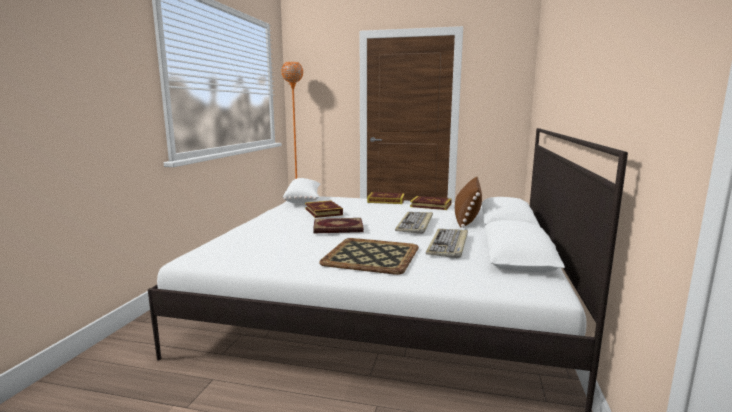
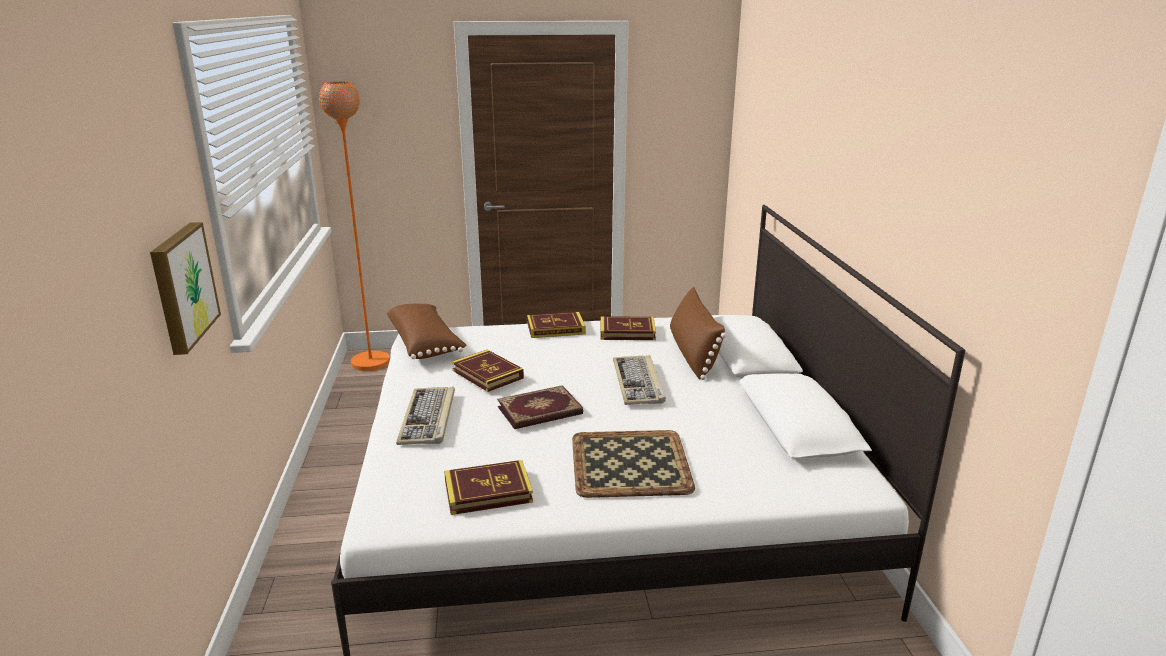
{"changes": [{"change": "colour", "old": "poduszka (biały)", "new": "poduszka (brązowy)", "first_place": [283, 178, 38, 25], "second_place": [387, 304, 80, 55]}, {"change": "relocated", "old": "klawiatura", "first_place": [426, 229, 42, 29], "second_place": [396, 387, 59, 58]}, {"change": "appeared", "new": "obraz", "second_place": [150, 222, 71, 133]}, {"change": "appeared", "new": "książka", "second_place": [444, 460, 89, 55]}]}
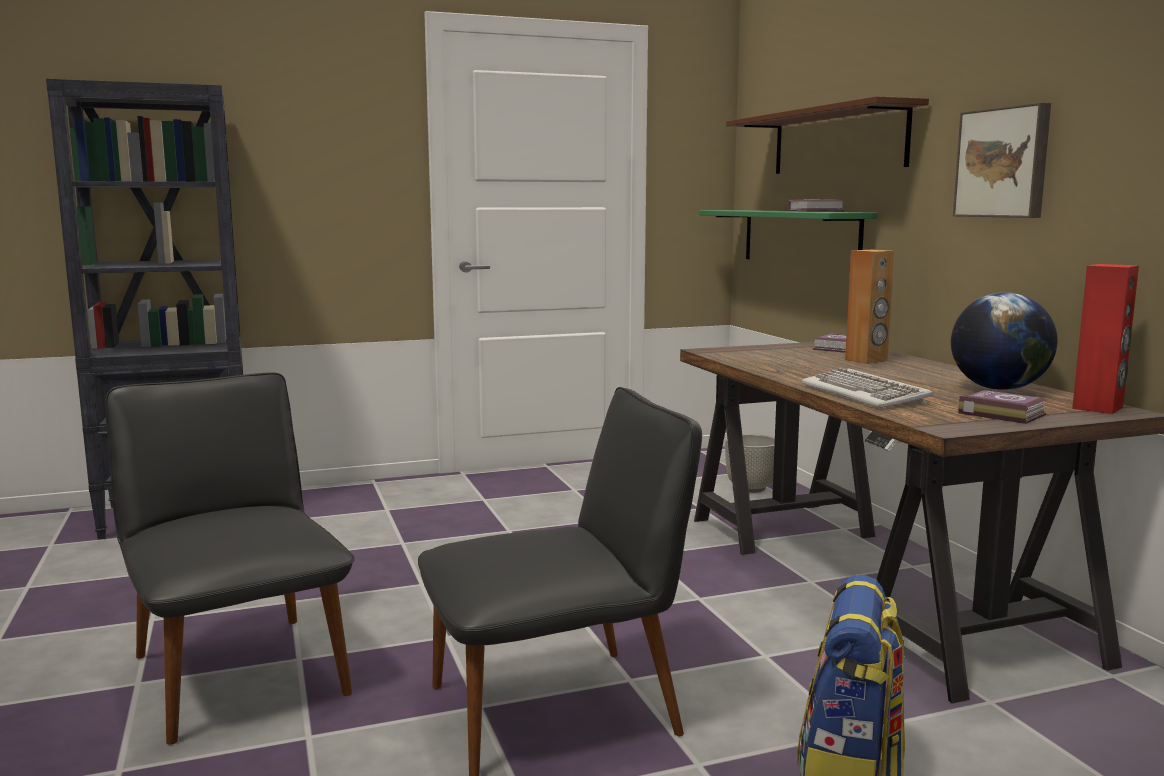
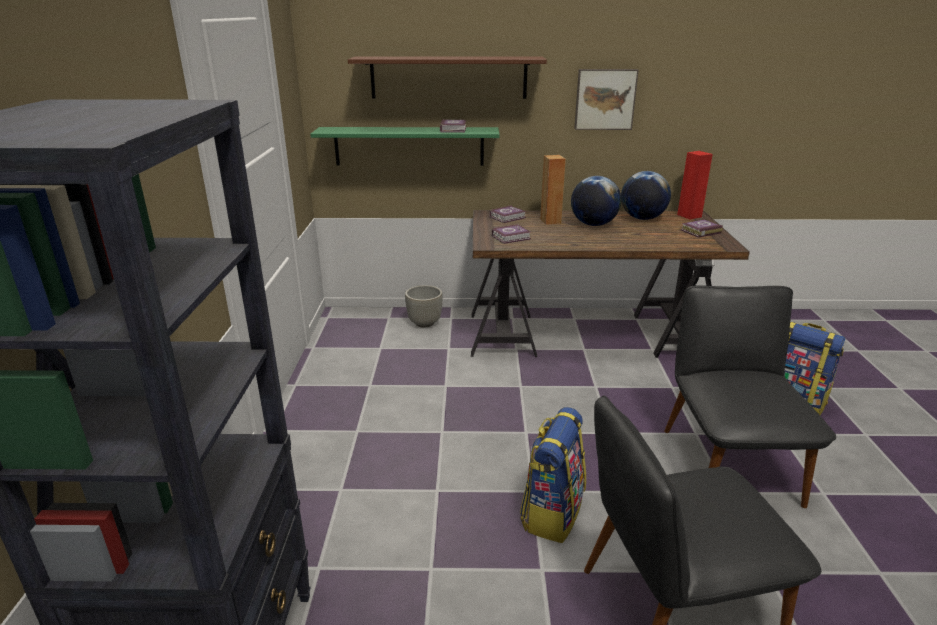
{"changes": [{"change": "missing", "old": "klawiatura", "first_place": [801, 368, 132, 40]}, {"change": "appeared", "new": "książka", "second_place": [492, 224, 39, 20]}, {"change": "appeared", "new": "plecak", "second_place": [520, 407, 66, 136]}, {"change": "appeared", "new": "globus", "second_place": [571, 176, 50, 50]}]}
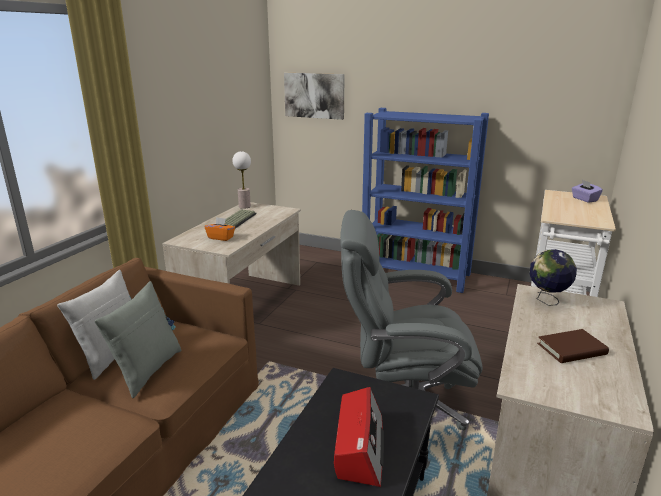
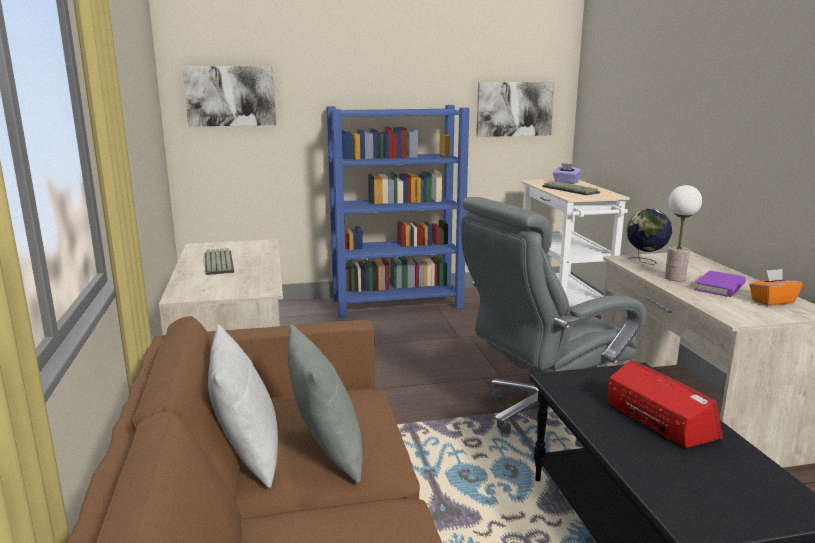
{"changes": [{"change": "relocated", "old": "pudełko chusteczek (pomarańczowy)", "first_place": [205, 217, 30, 24], "second_place": [749, 269, 54, 37]}, {"change": "relocated", "old": "lampa stołowa", "first_place": [232, 151, 19, 58], "second_place": [665, 185, 37, 96]}, {"change": "colour", "old": "książka (brązowy)", "new": "książka (fioletowy)", "first_place": [537, 329, 72, 34], "second_place": [694, 270, 52, 27]}, {"change": "appeared", "new": "obraz", "second_place": [476, 82, 79, 55]}, {"change": "appeared", "new": "klawiatura", "second_place": [542, 181, 58, 14]}]}
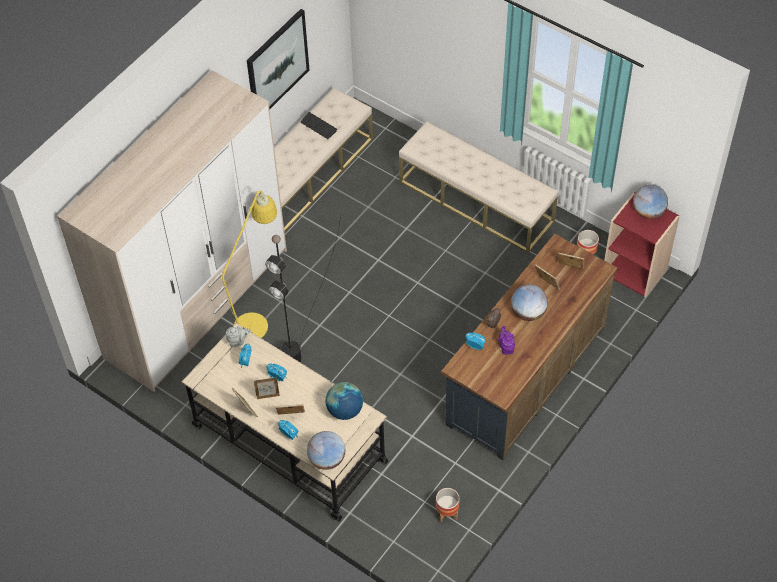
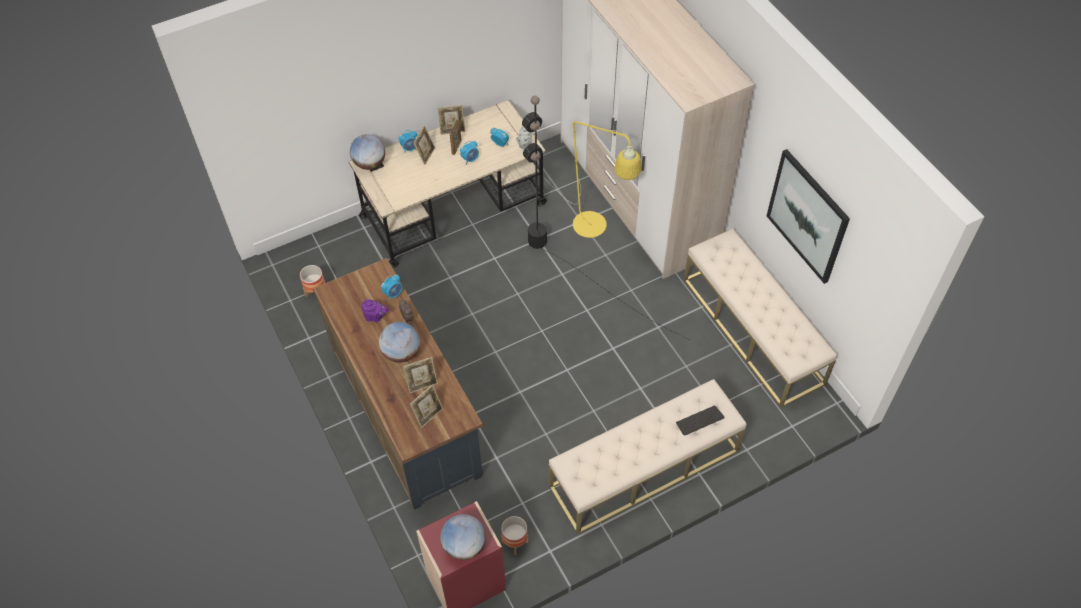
{"changes": [{"change": "relocated", "old": "klawiatura", "first_place": [301, 112, 36, 27], "second_place": [676, 406, 49, 30]}, {"change": "missing", "old": "globus", "first_place": [326, 382, 37, 38]}]}
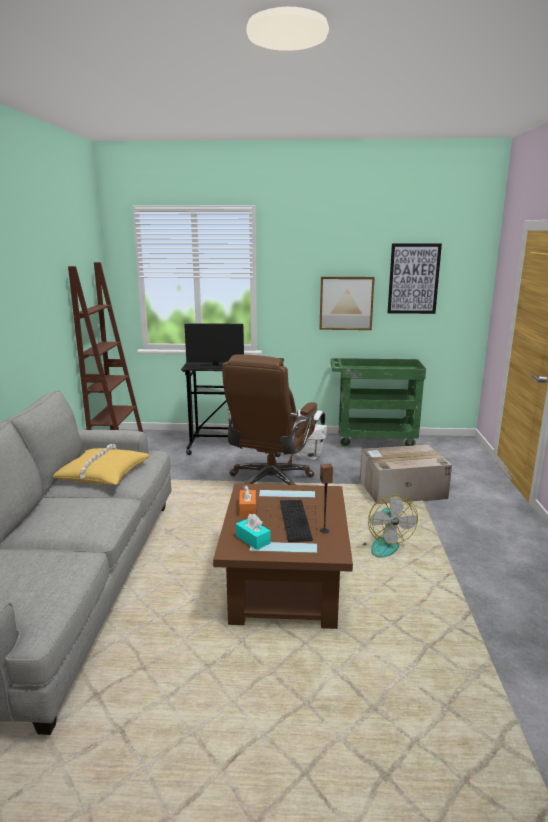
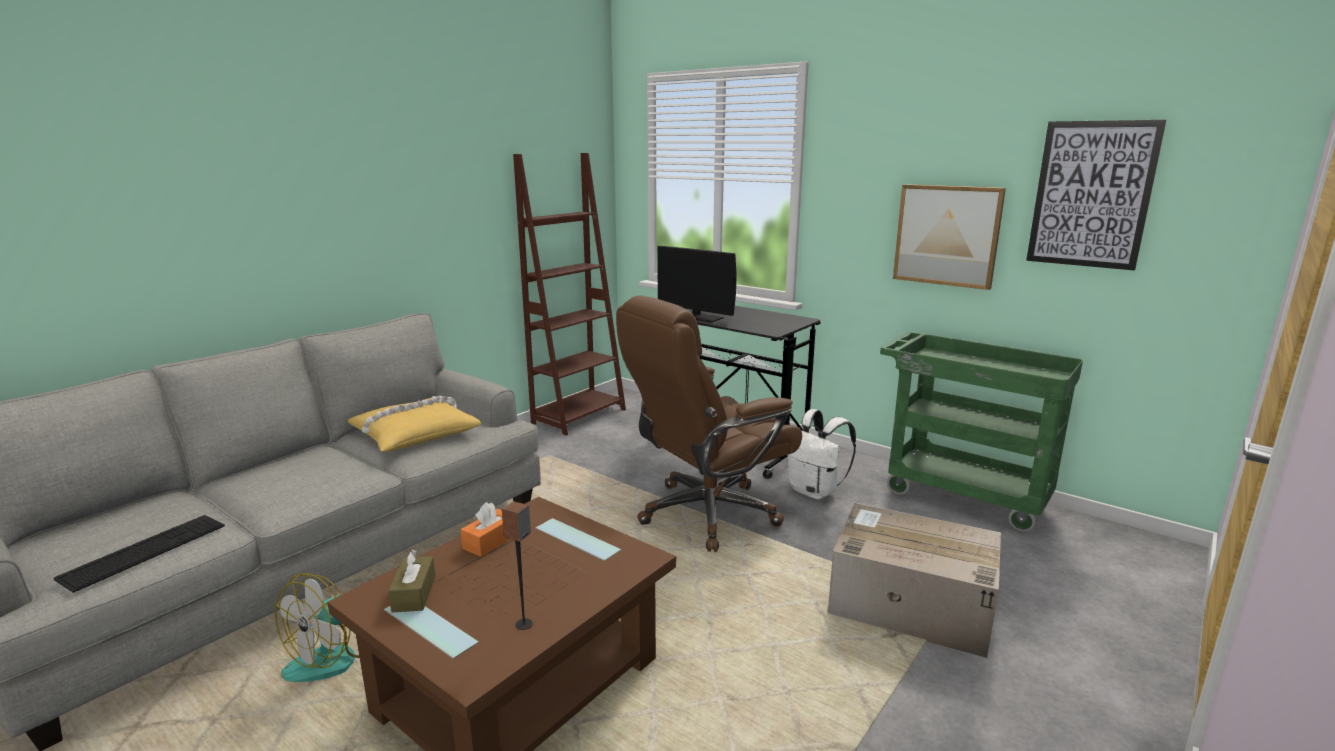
{"changes": [{"change": "colour", "old": "pudełko chusteczek (turkusowy)", "new": "pudełko chusteczek (brązowy)", "first_place": [236, 514, 35, 36], "second_place": [388, 549, 47, 63]}, {"change": "relocated", "old": "klawiatura", "first_place": [280, 500, 33, 42], "second_place": [54, 515, 171, 78]}, {"change": "relocated", "old": "wentylator", "first_place": [362, 495, 56, 63], "second_place": [275, 573, 85, 109]}]}
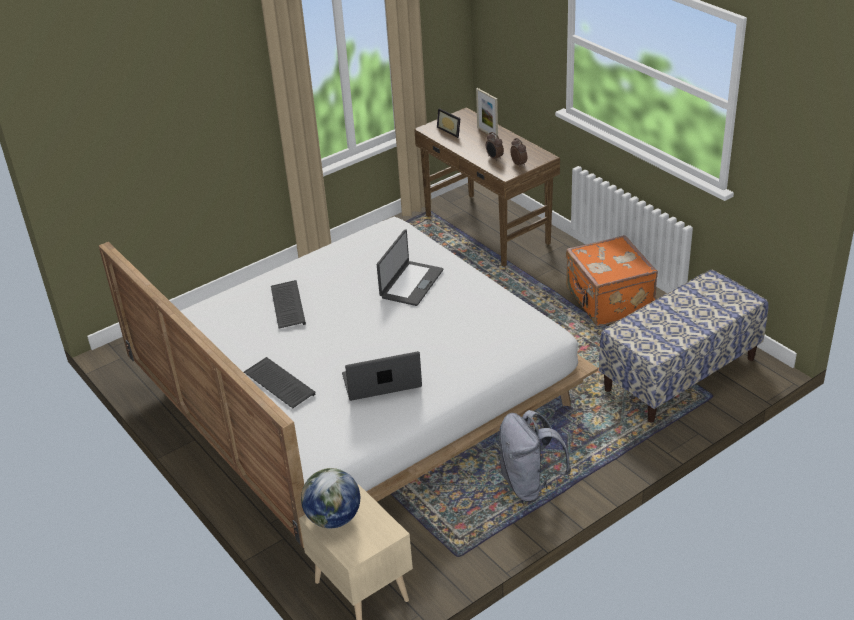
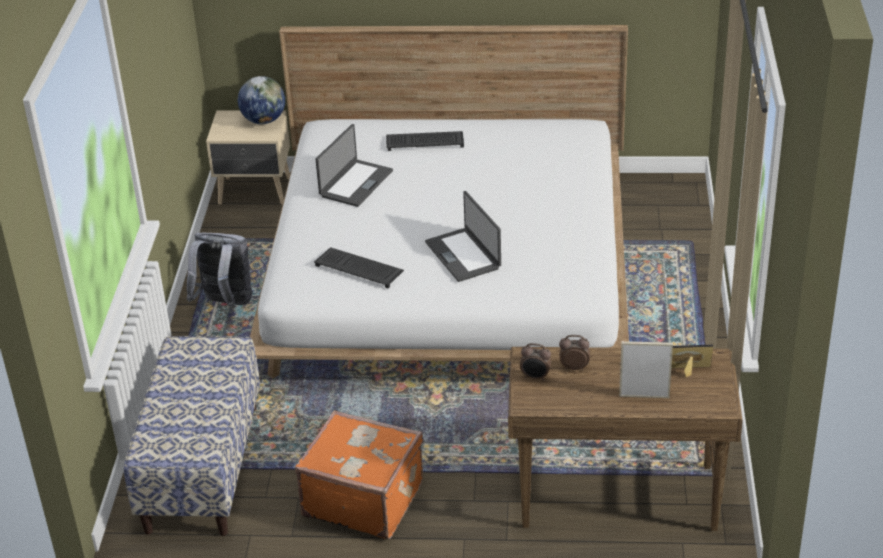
{"changes": [{"change": "relocated", "old": "klawiatura", "first_place": [271, 280, 35, 49], "second_place": [314, 247, 90, 42]}]}
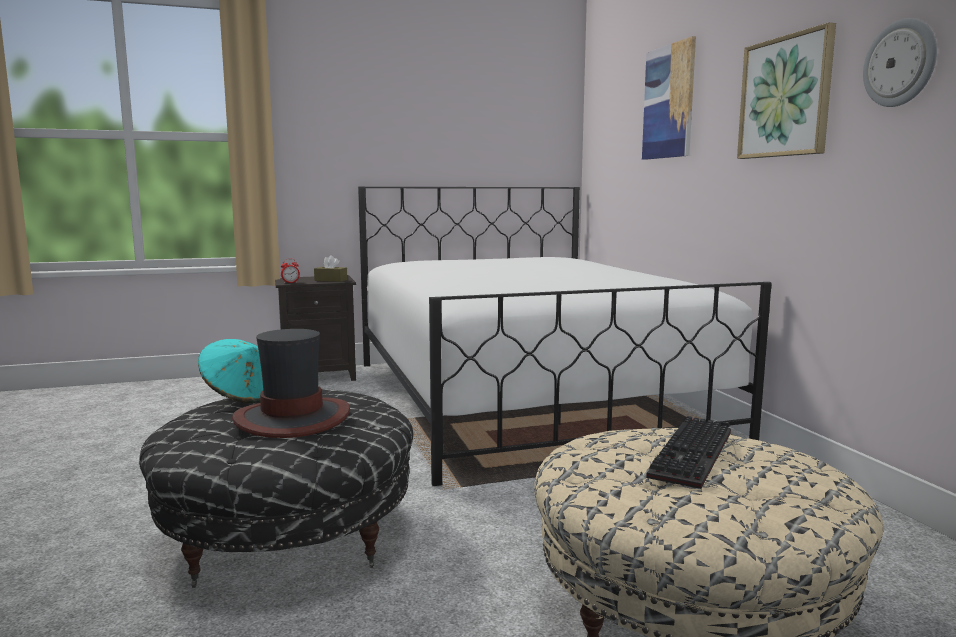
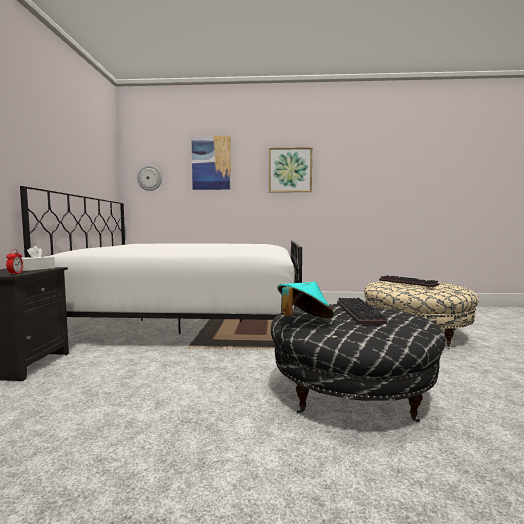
{"changes": [{"change": "exchanged", "old": "kapelusz", "new": "klawiatura", "first_place": [232, 329, 118, 109], "second_place": [337, 298, 50, 26]}, {"change": "colour", "old": "pudełko chusteczek (brązowy)", "new": "pudełko chusteczek (biały)", "first_place": [314, 255, 34, 27], "second_place": [22, 246, 33, 25]}, {"change": "relocated", "old": "zegar ścienny", "first_place": [863, 18, 74, 89], "second_place": [137, 165, 25, 26]}]}
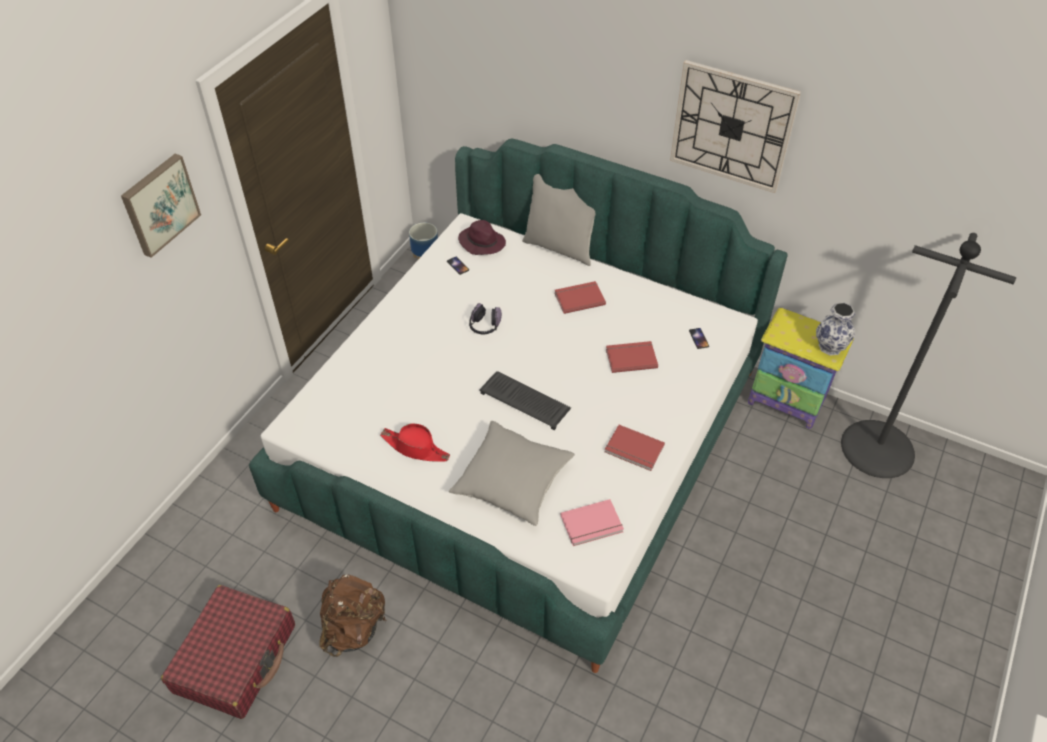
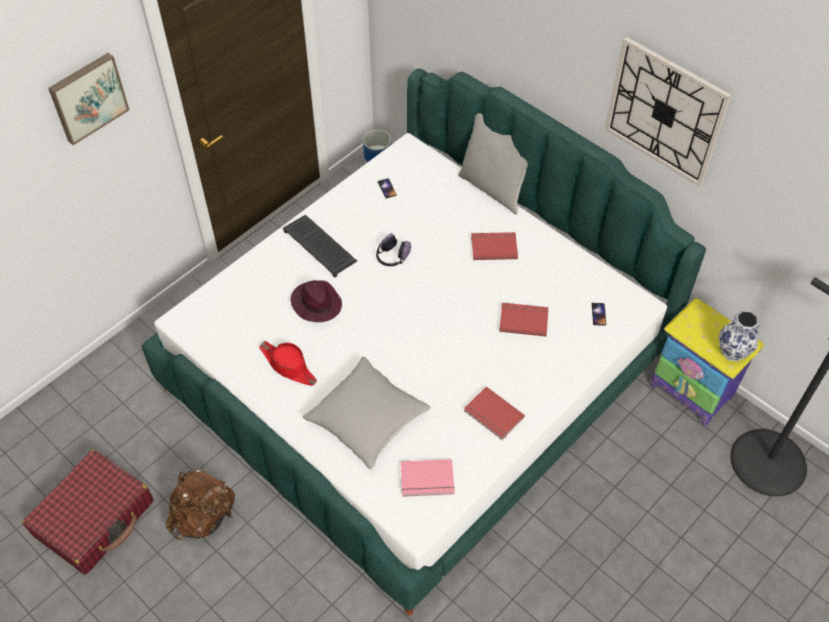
{"changes": [{"change": "relocated", "old": "kapelusz (fioletowy)", "first_place": [458, 220, 48, 35], "second_place": [291, 280, 51, 42]}, {"change": "relocated", "old": "klawiatura", "first_place": [479, 371, 92, 59], "second_place": [283, 215, 74, 63]}]}
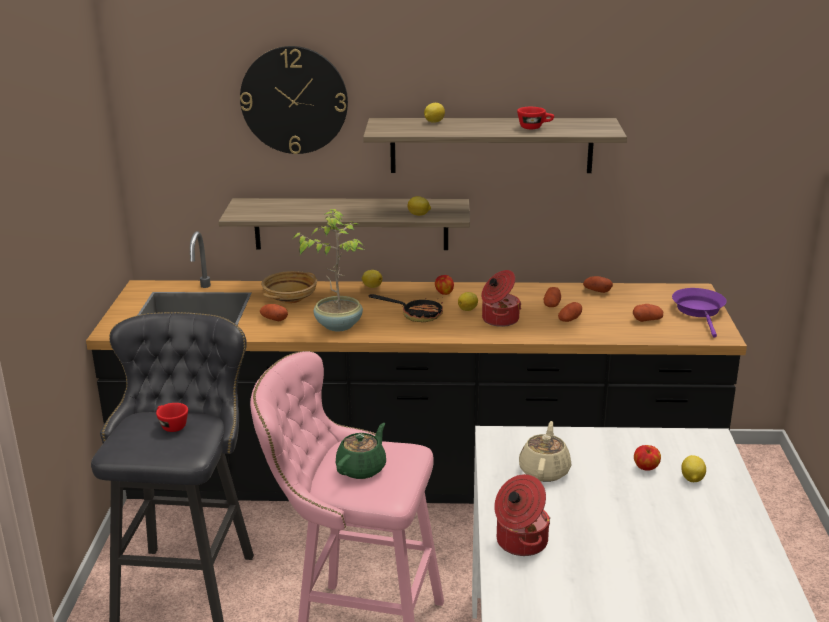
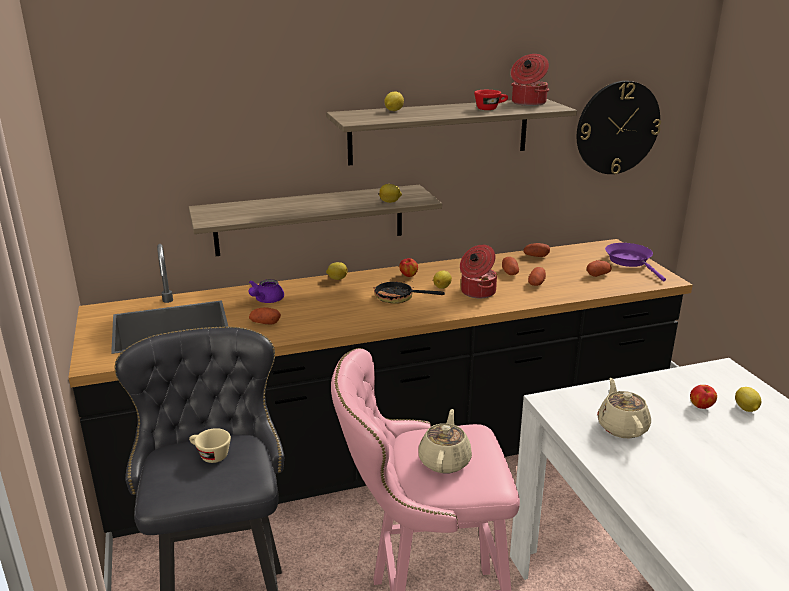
{"changes": [{"change": "colour", "old": "filiżanka (czerwony)", "new": "filiżanka (beżowy)", "first_place": [156, 403, 32, 29], "second_place": [189, 428, 42, 35]}, {"change": "relocated", "old": "zegar ścienny", "first_place": [240, 46, 108, 108], "second_place": [577, 81, 84, 93]}, {"change": "exchanged", "old": "miska (beżowy)", "new": "imbryk (fioletowy)", "first_place": [261, 271, 56, 33], "second_place": [248, 279, 36, 24]}, {"change": "missing", "old": "roślina doniczkowa", "first_place": [293, 209, 71, 122]}, {"change": "colour", "old": "imbryk (zielony)", "new": "imbryk (beżowy)", "first_place": [336, 423, 50, 56], "second_place": [419, 409, 53, 64]}, {"change": "spun", "old": "patelnia", "first_place": [369, 294, 74, 28], "second_place": [373, 281, 72, 23], "degrees": -150}, {"change": "relocated", "old": "garnek", "first_place": [494, 474, 56, 82], "second_place": [511, 54, 38, 52]}]}
